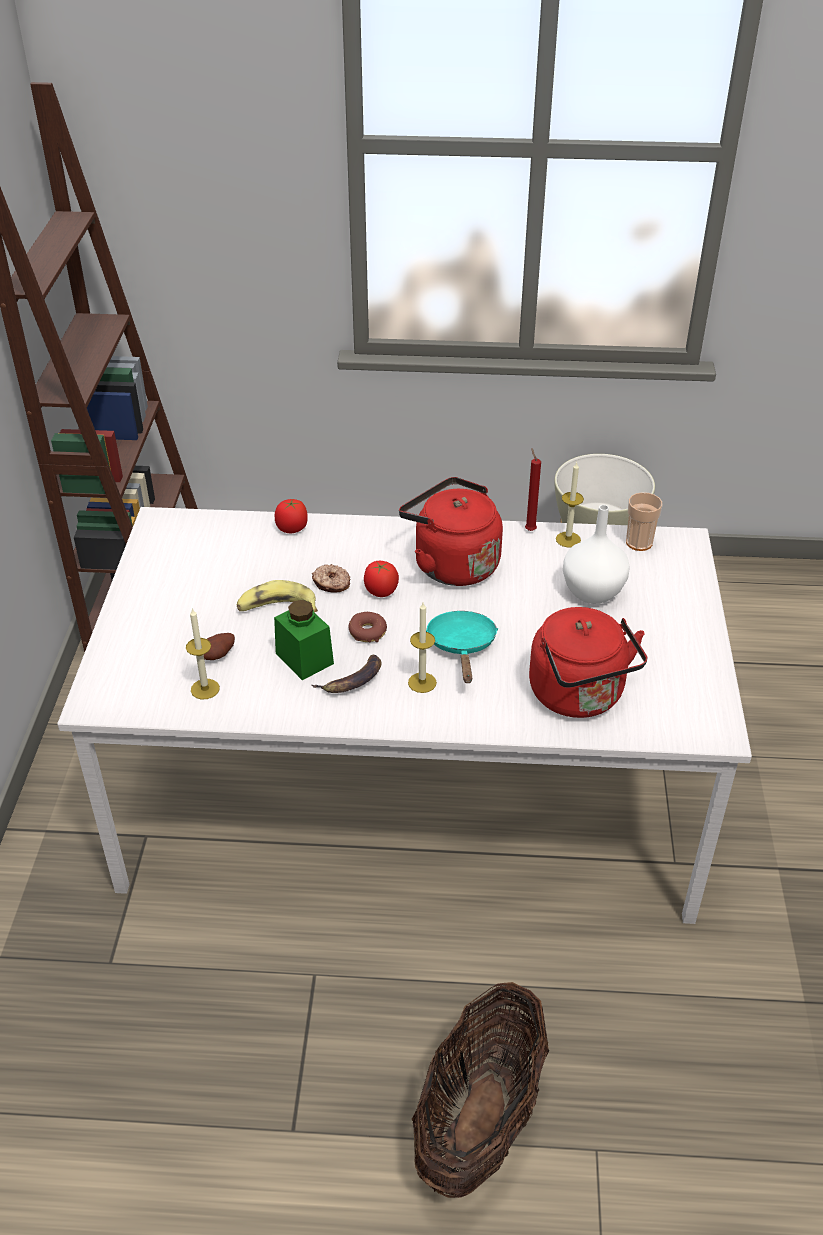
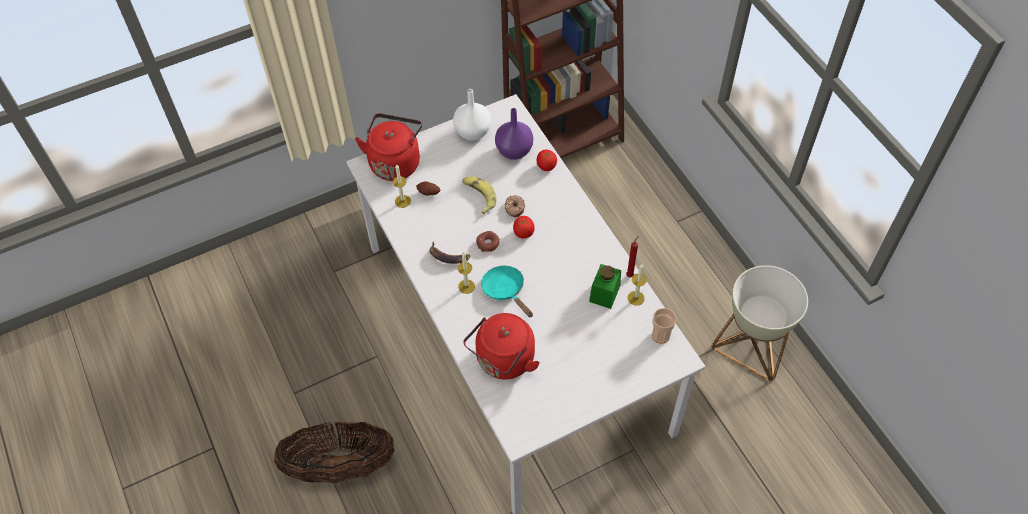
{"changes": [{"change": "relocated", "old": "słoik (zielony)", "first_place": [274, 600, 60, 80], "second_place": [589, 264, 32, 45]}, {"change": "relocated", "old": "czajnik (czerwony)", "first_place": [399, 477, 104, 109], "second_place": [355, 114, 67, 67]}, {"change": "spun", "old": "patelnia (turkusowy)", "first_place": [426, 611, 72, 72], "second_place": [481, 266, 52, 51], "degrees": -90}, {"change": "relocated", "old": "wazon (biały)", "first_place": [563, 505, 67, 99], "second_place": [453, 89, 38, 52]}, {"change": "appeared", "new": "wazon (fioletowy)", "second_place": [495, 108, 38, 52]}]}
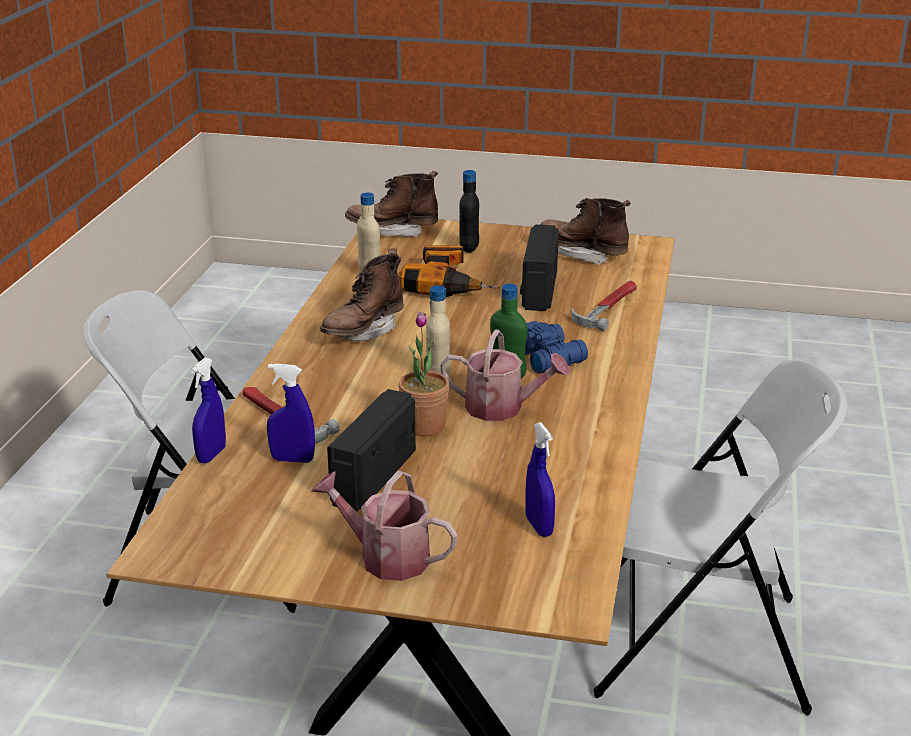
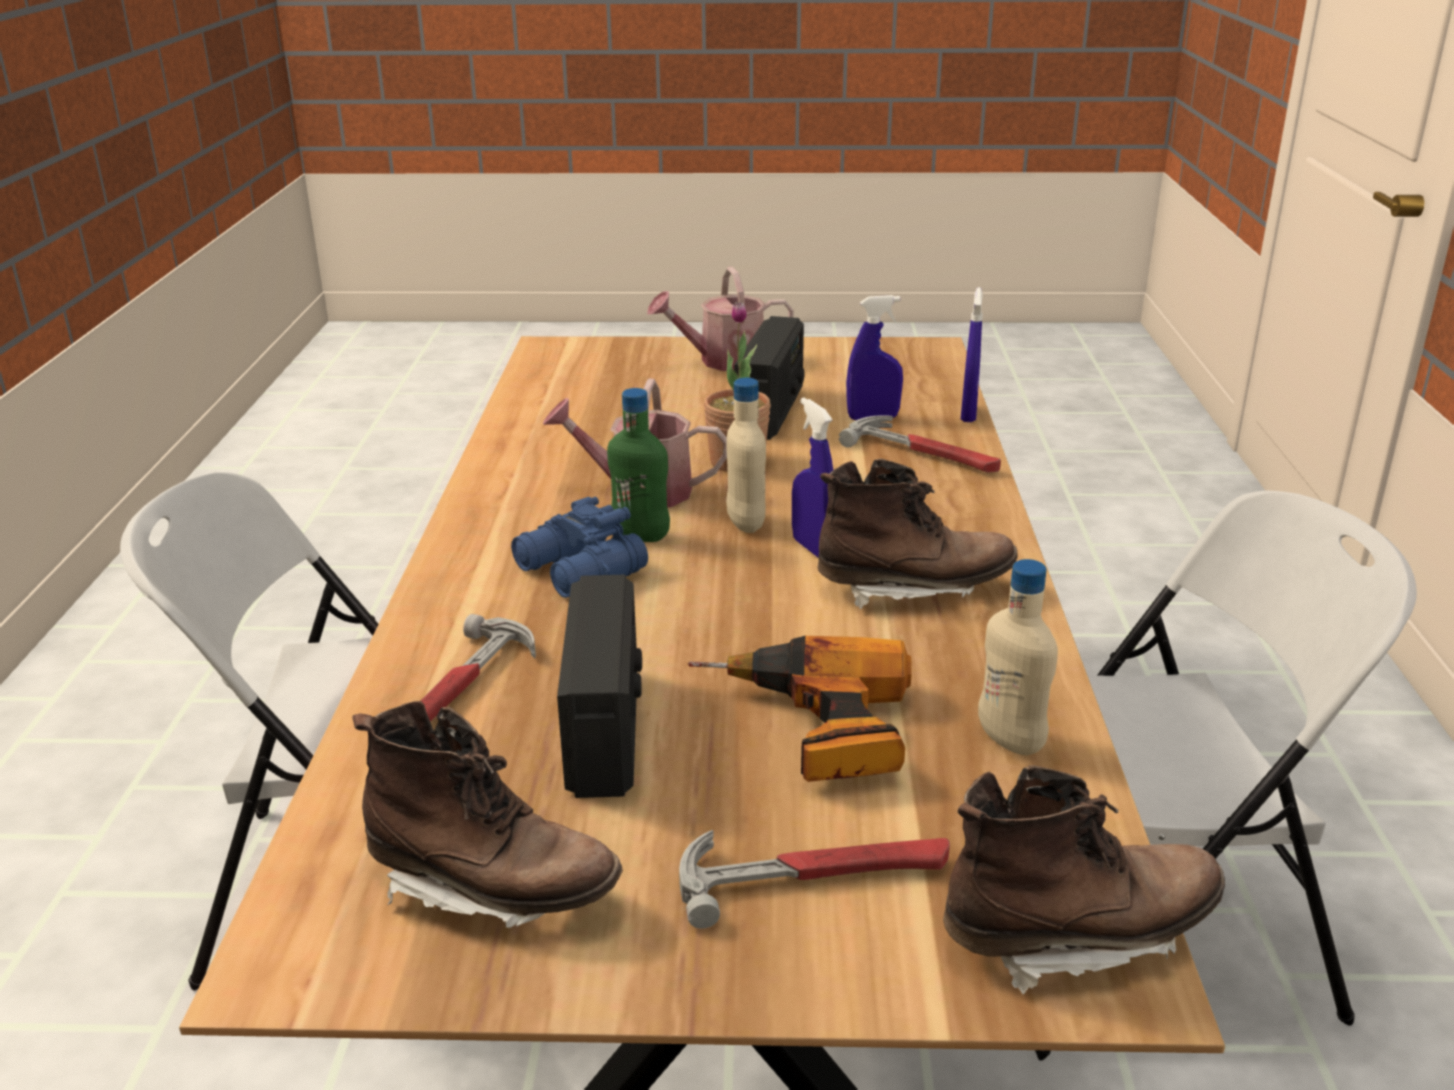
{"changes": [{"change": "spun", "old": "konewka", "first_place": [311, 471, 147, 110], "second_place": [647, 267, 147, 104], "degrees": 150}, {"change": "spun", "old": "but z cholewką (brązowy)", "first_place": [320, 249, 84, 92], "second_place": [817, 459, 200, 151], "degrees": 60}, {"change": "exchanged", "old": "butelka (czarny)", "new": "młotek", "first_place": [459, 170, 20, 83], "second_place": [679, 830, 271, 99]}, {"change": "relocated", "old": "spryskiwacz (niebieski)", "first_place": [525, 422, 30, 115], "second_place": [792, 398, 41, 160]}]}
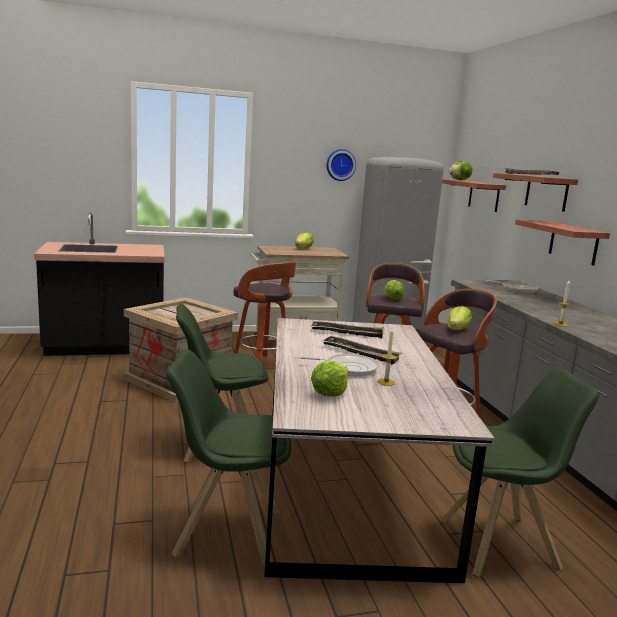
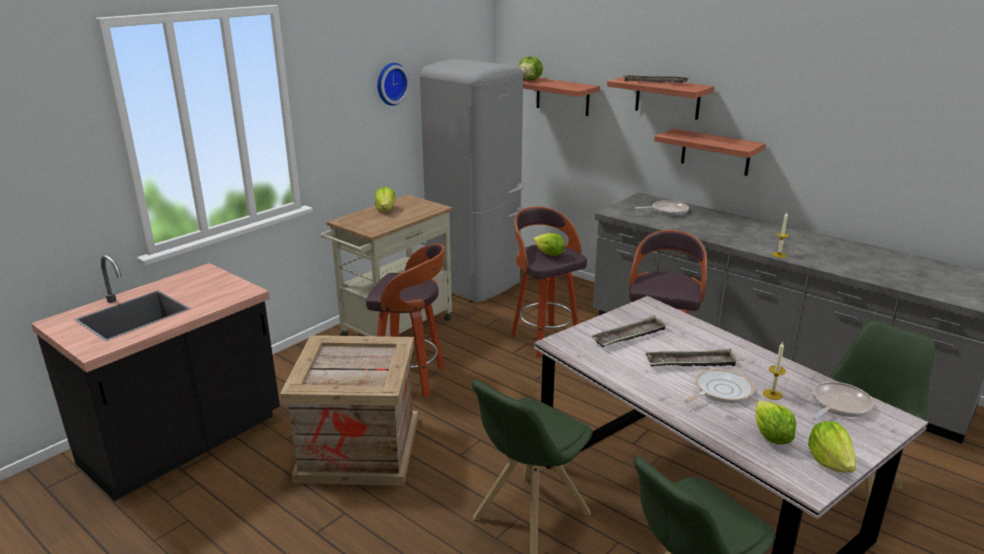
{"changes": [{"change": "relocated", "old": "sałata", "first_place": [447, 306, 25, 24], "second_place": [808, 421, 48, 52]}, {"change": "appeared", "new": "patelnia", "second_place": [811, 382, 63, 38]}]}
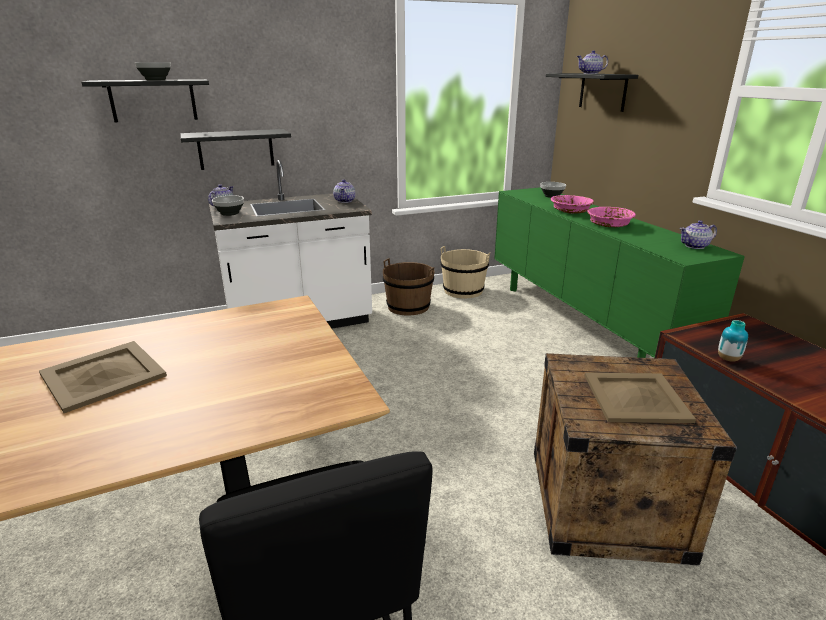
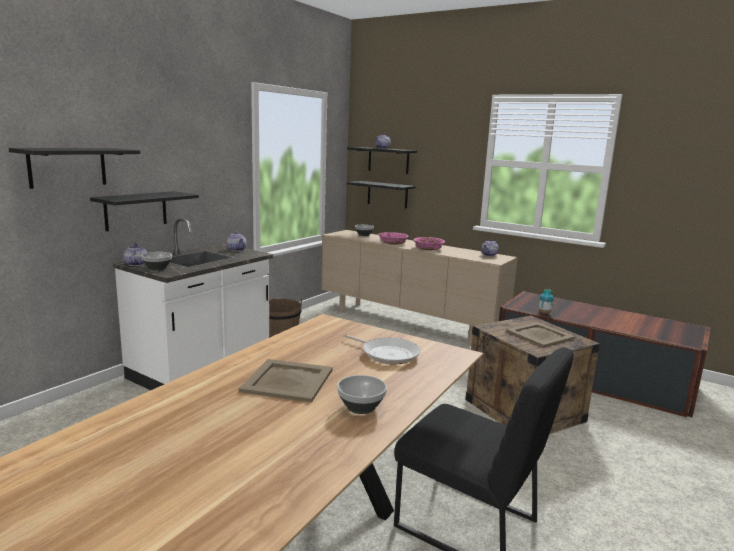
{"changes": [{"change": "relocated", "old": "miska", "first_place": [135, 62, 36, 18], "second_place": [337, 375, 50, 39]}, {"change": "missing", "old": "wiadro (beżowy)", "first_place": [441, 246, 49, 53]}, {"change": "colour", "old": "szafka (zielony)", "new": "szafka (beżowy)", "first_place": [494, 187, 251, 171], "second_place": [321, 230, 197, 116]}, {"change": "appeared", "new": "patelnia", "second_place": [343, 334, 78, 31]}, {"change": "appeared", "new": "półka (czarny)", "second_place": [347, 181, 69, 28]}]}
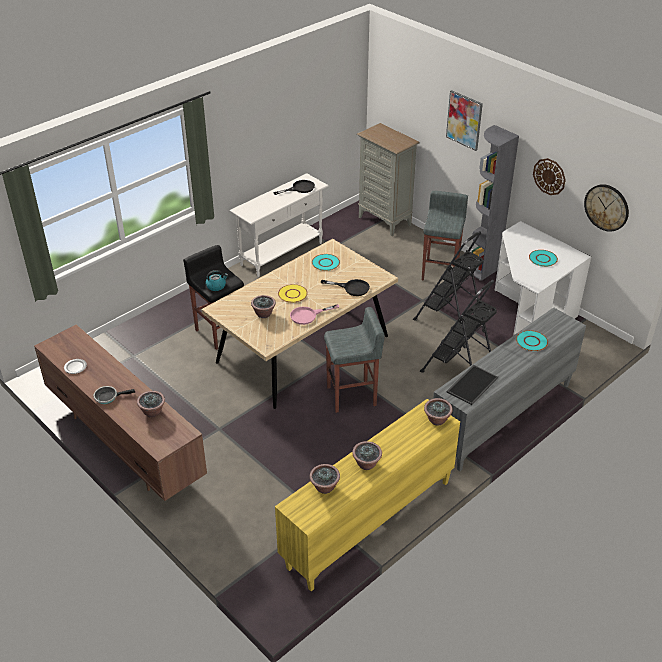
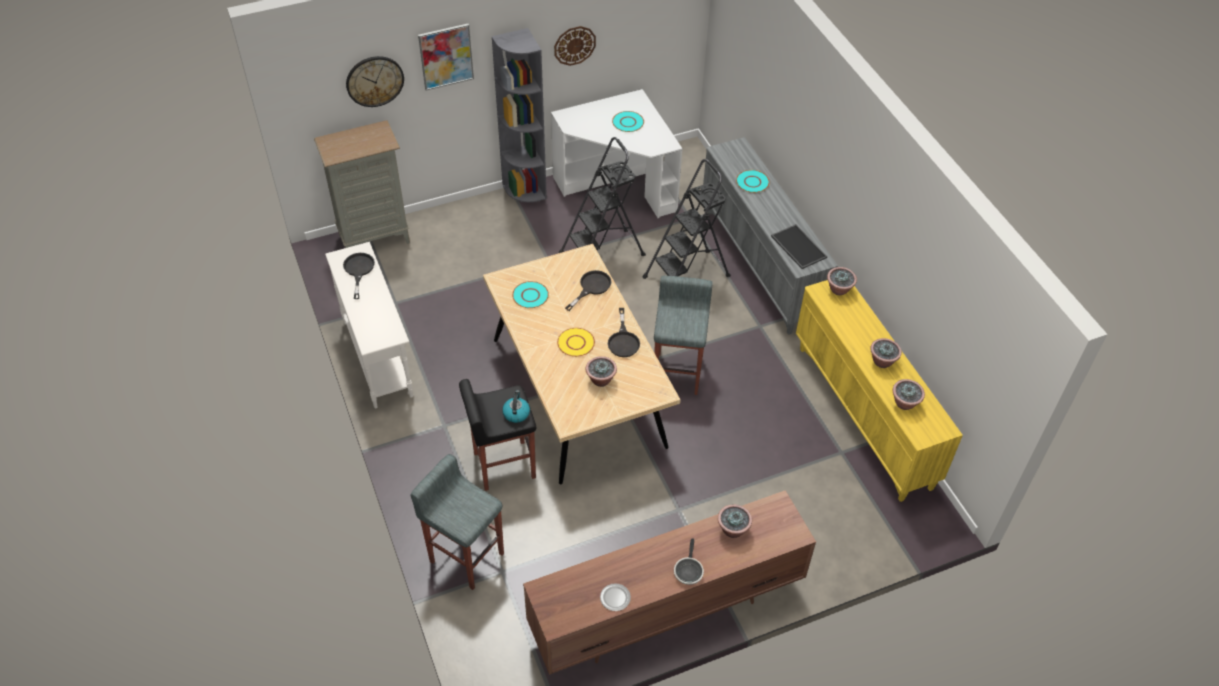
{"changes": [{"change": "colour", "old": "patelnia (różowy)", "new": "patelnia (czarny)", "first_place": [290, 304, 49, 21], "second_place": [608, 308, 32, 49]}, {"change": "relocated", "old": "stołek (szary)", "first_place": [422, 191, 46, 89], "second_place": [410, 454, 94, 136]}, {"change": "relocated", "old": "zegar ścienny", "first_place": [584, 184, 45, 48], "second_place": [346, 56, 58, 51]}]}
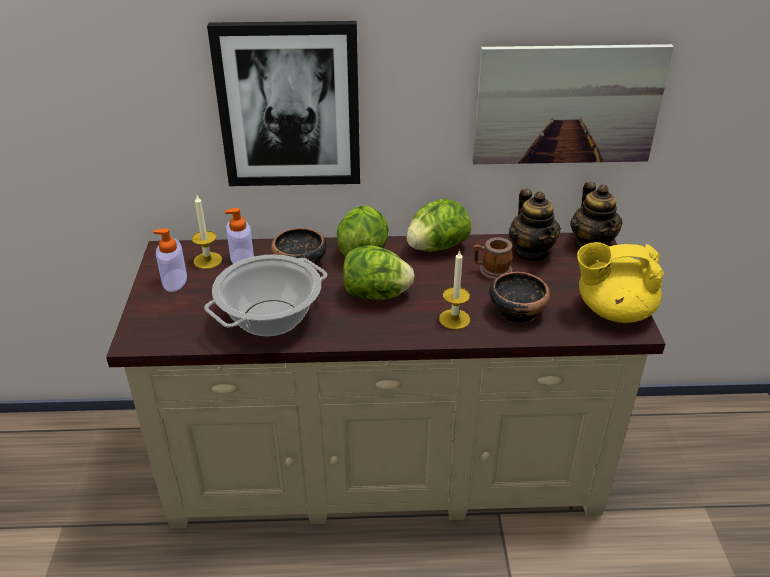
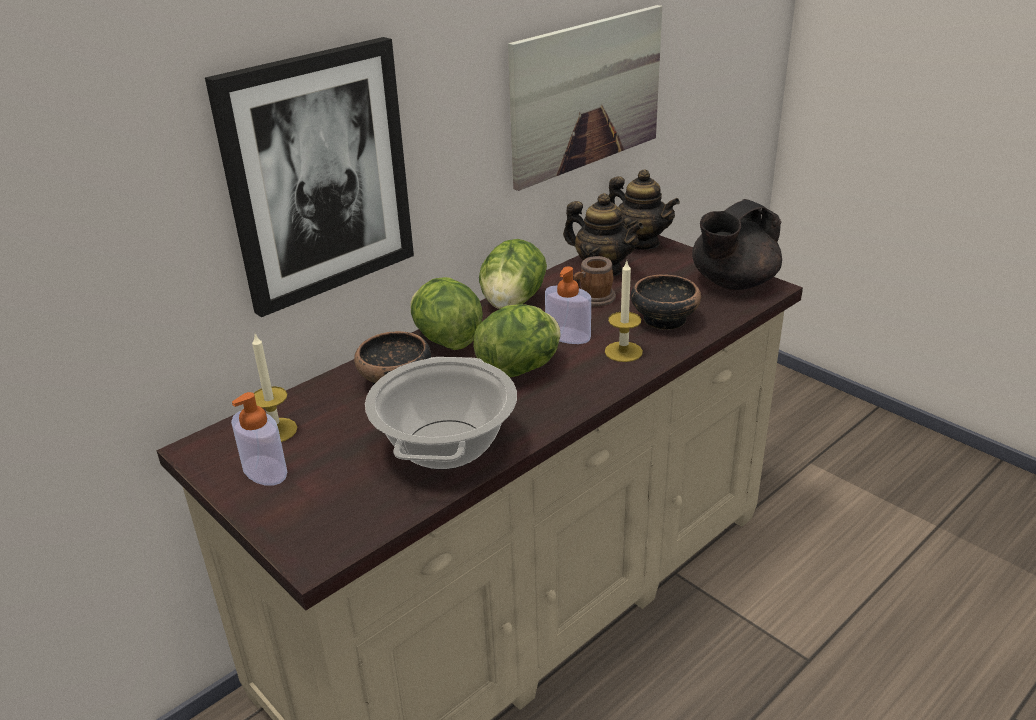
{"changes": [{"change": "relocated", "old": "dozownik mydła", "first_place": [225, 208, 29, 56], "second_place": [545, 266, 46, 78]}, {"change": "colour", "old": "imbryk (żółty)", "new": "imbryk (czarny)", "first_place": [577, 242, 87, 81], "second_place": [692, 199, 90, 91]}]}
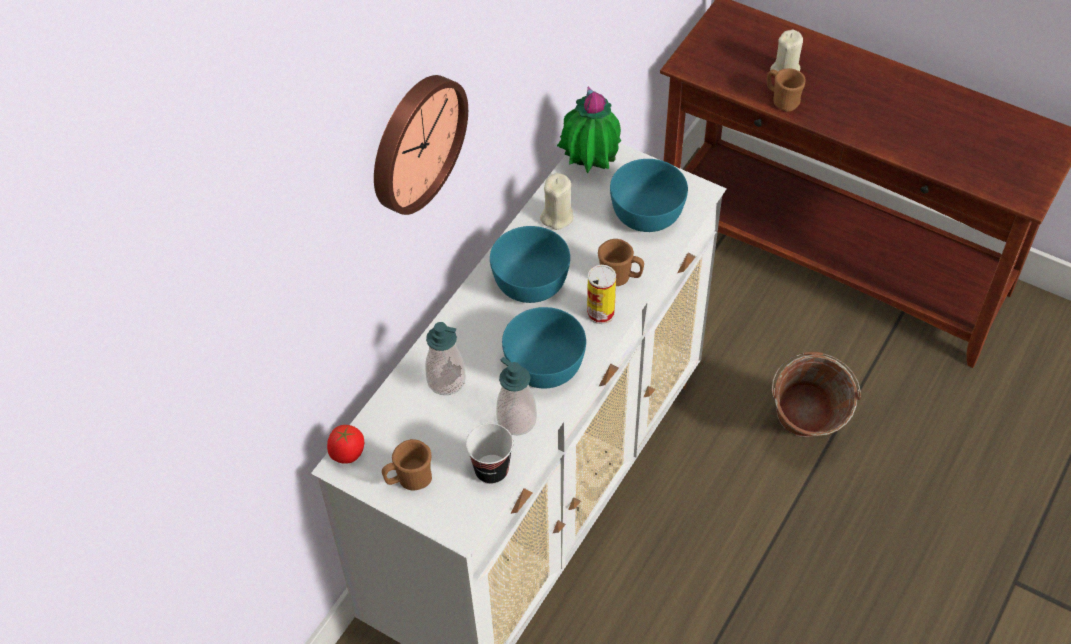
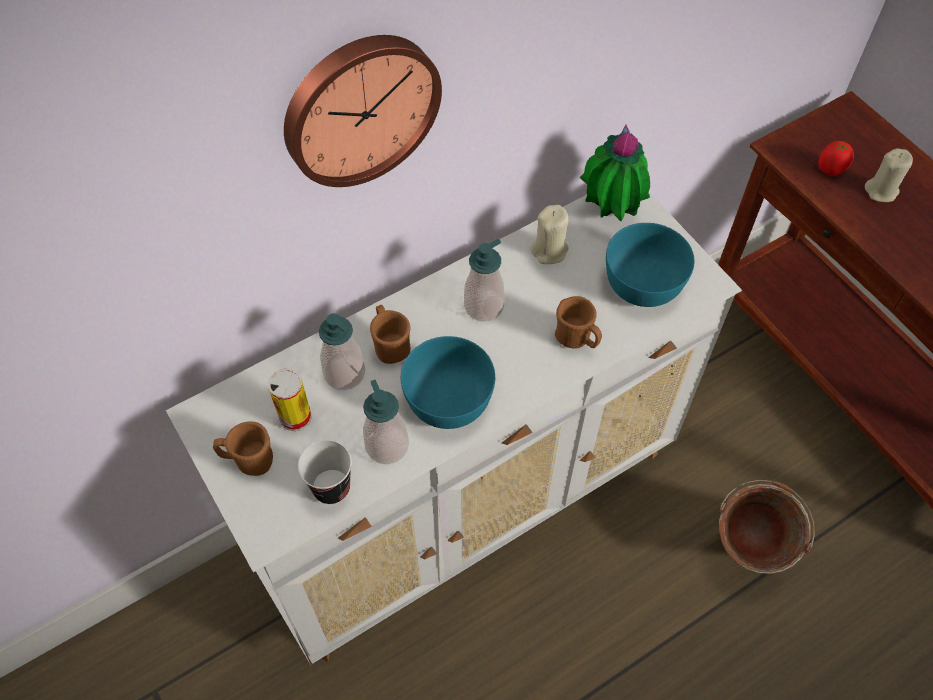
{"changes": [{"change": "relocated", "old": "pomidor", "first_place": [327, 425, 37, 39], "second_place": [818, 141, 36, 35]}, {"change": "exchanged", "old": "miska (turkusowy)", "new": "dozownik mydła", "first_place": [490, 226, 80, 77], "second_place": [464, 239, 41, 82]}, {"change": "relocated", "old": "puszka", "first_place": [587, 265, 29, 59], "second_place": [268, 368, 44, 63]}, {"change": "relocated", "old": "kubek (brązowy)", "first_place": [767, 68, 39, 44], "second_place": [370, 305, 41, 59]}]}
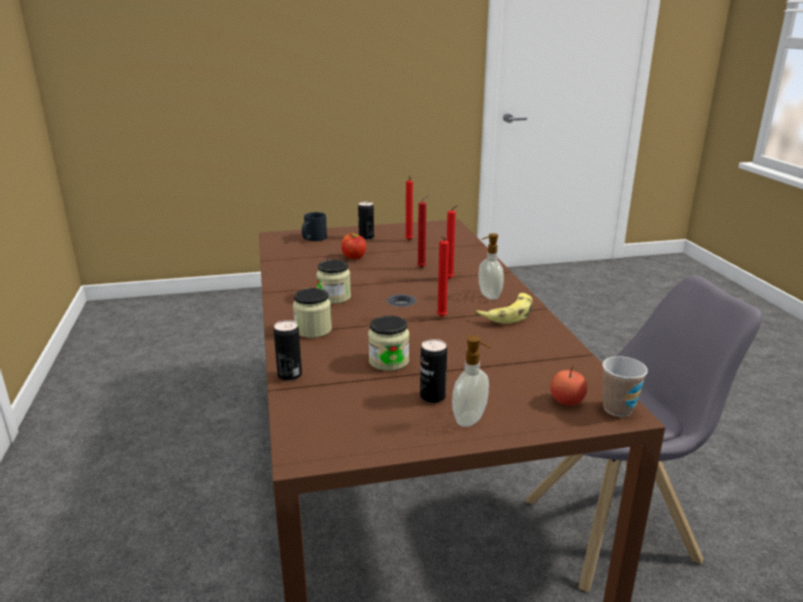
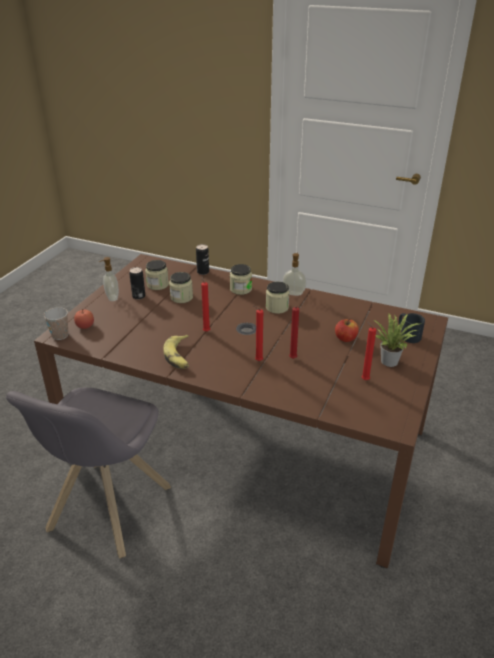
{"changes": [{"change": "exchanged", "old": "puszka", "new": "roślina doniczkowa", "first_place": [358, 202, 16, 38], "second_place": [374, 313, 47, 54]}, {"change": "relocated", "old": "dozownik mydła", "first_place": [479, 233, 25, 67], "second_place": [282, 253, 24, 43]}, {"change": "appeared", "new": "słoik", "second_place": [145, 260, 24, 30]}]}
